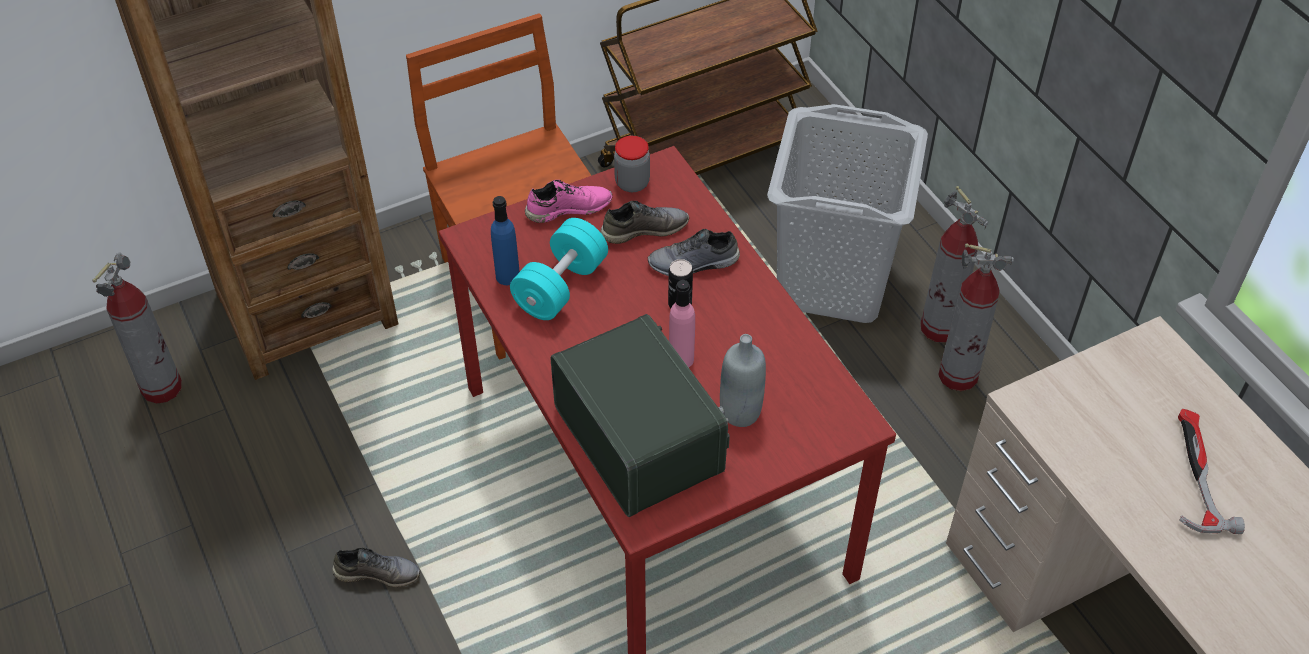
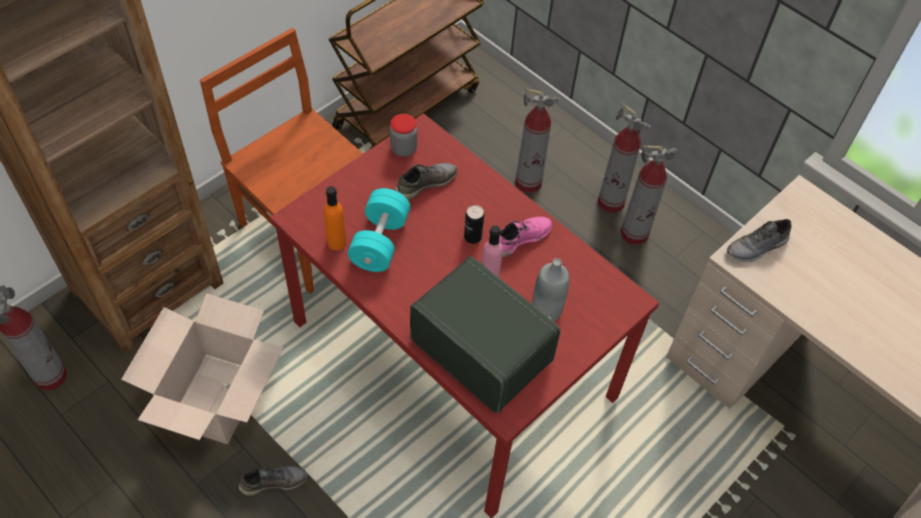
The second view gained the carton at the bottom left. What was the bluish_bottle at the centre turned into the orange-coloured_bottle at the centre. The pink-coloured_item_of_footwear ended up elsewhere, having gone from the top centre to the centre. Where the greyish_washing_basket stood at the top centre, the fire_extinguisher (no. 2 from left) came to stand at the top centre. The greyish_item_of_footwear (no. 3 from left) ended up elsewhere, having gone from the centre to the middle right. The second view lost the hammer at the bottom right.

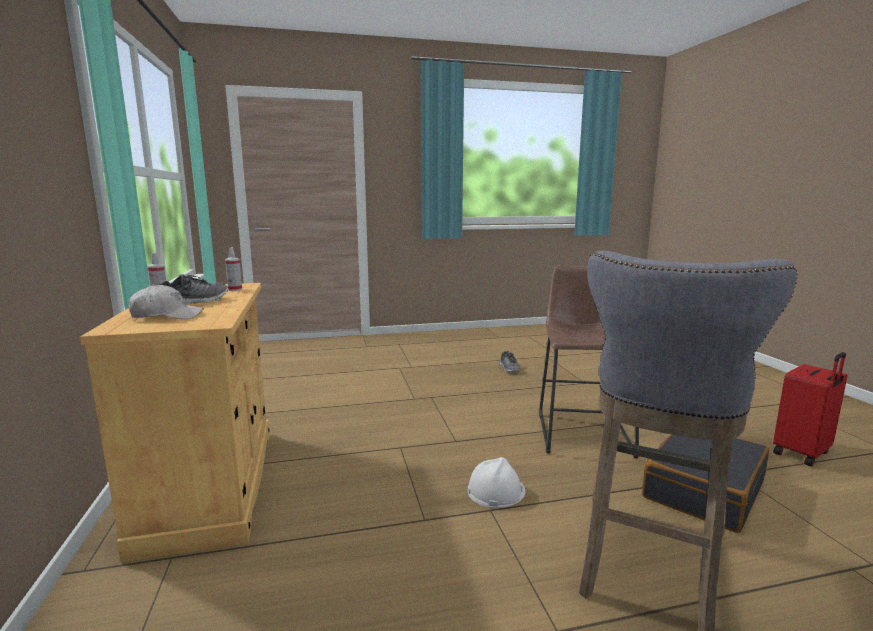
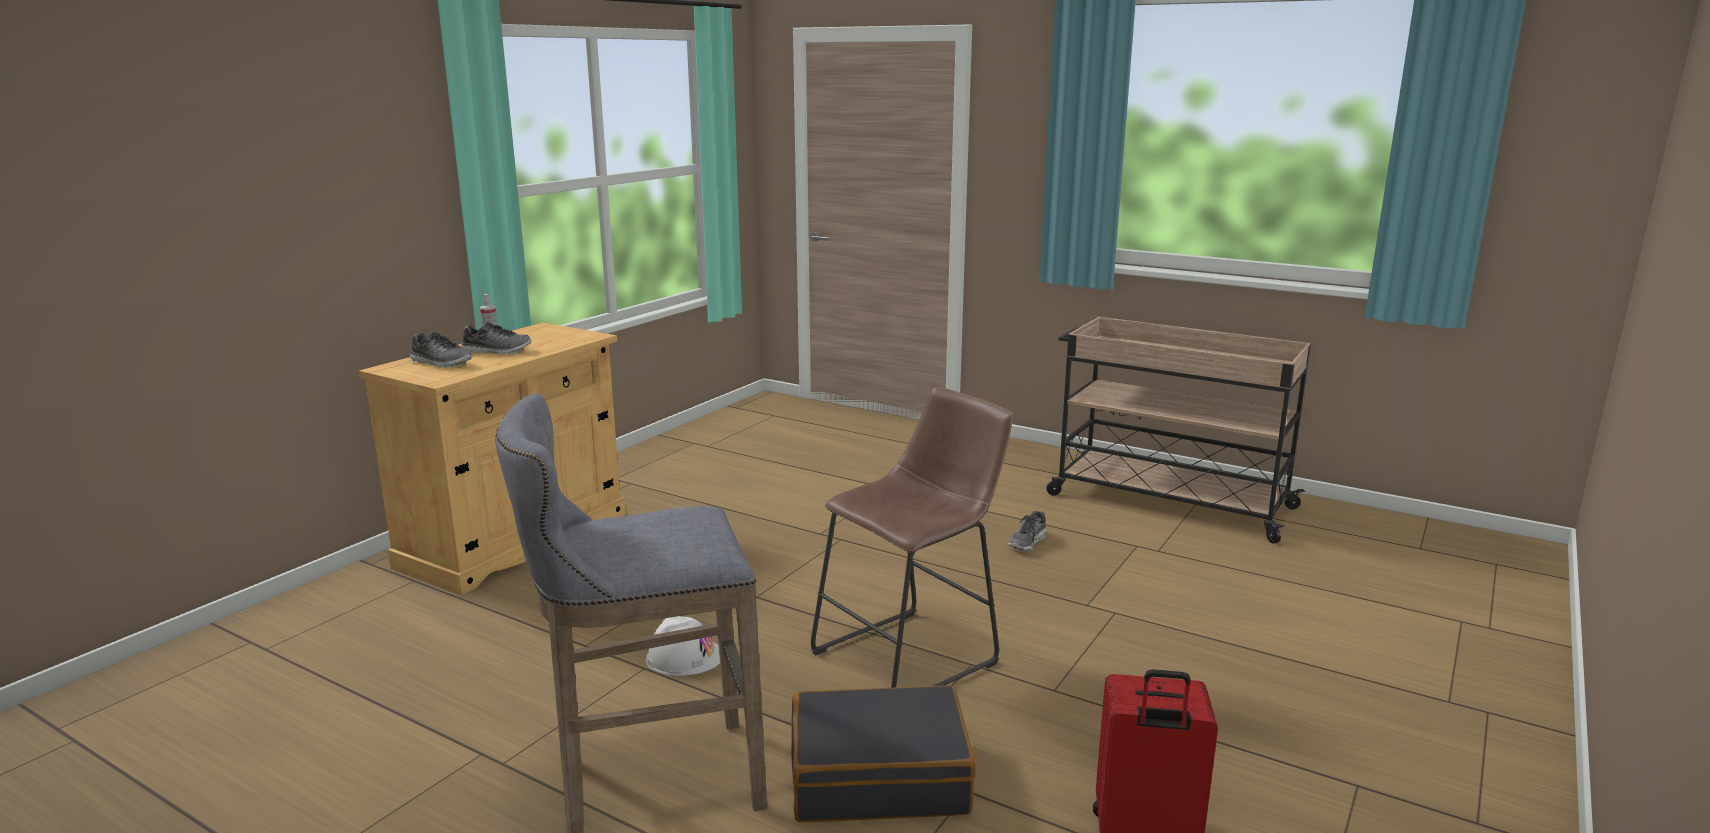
Where the white_cap stood at the middle left, the item_of_footwear (no. 1 from left) came to stand at the middle left. The second view gained the sand-coloured_trolley at the middle right. The second view lost the hand_sprayer (no. 2 from left) at the middle left.

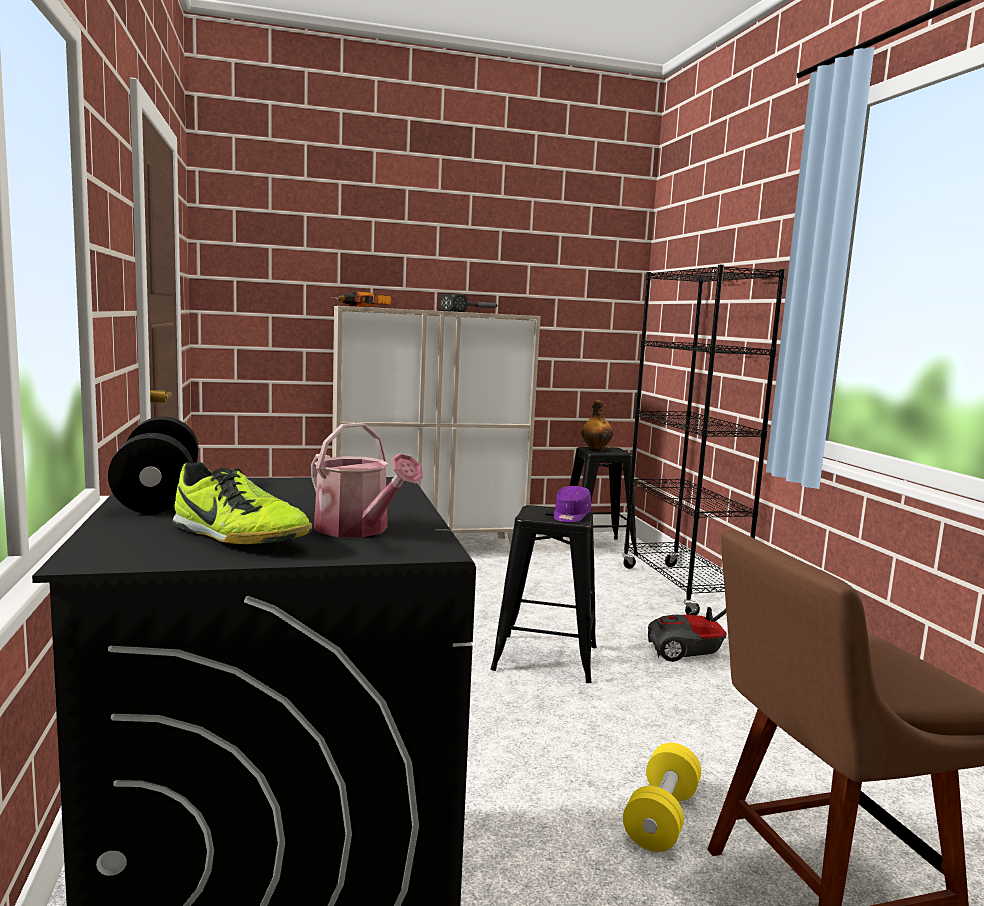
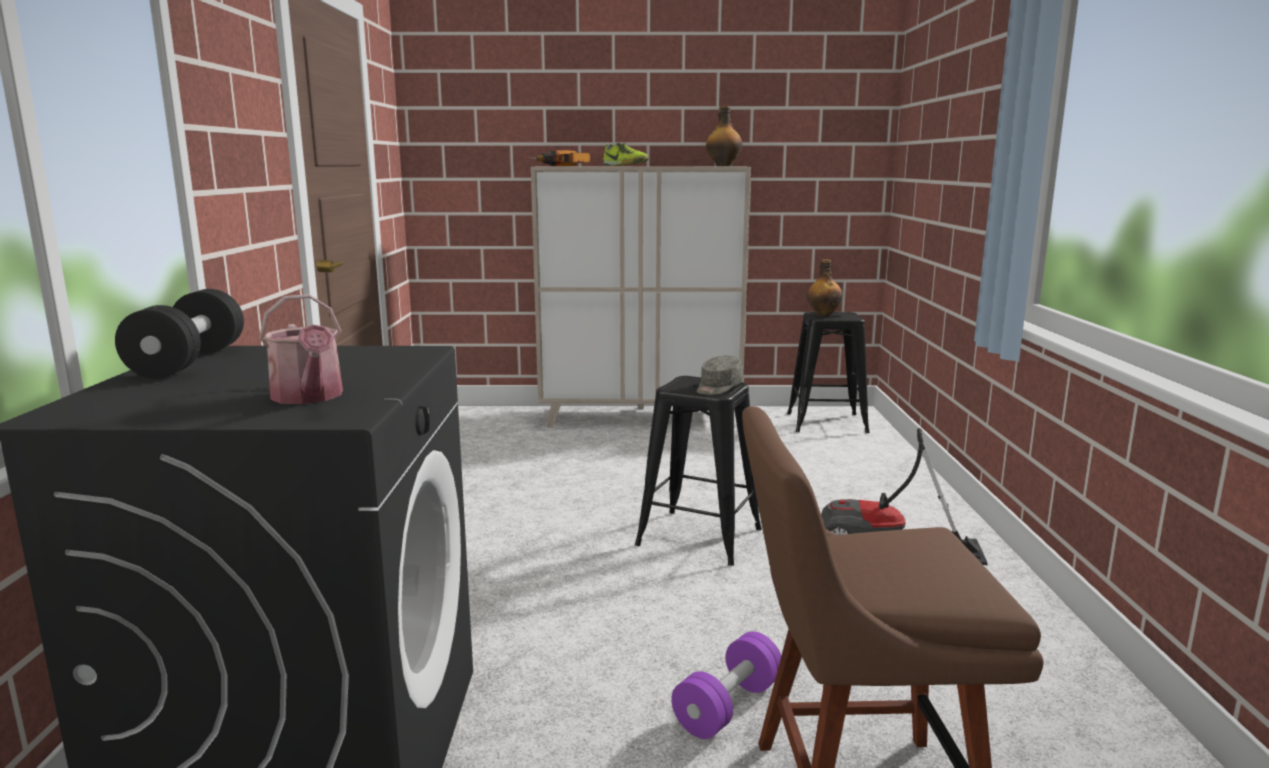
The item_of_footwear ended up elsewhere, having gone from the middle left to the top centre. What was the yellowish_free_weight at the bottom right turned into the purple-coloured_free_weight at the bottom centre. What was the purple-coloured_cap at the centre turned into the greyish_cap at the centre. The second view gained the bottle (no. 1 from left) at the top centre. The second view lost the hammer at the centre. The second view lost the black-coloured_shelving_unit at the middle right.

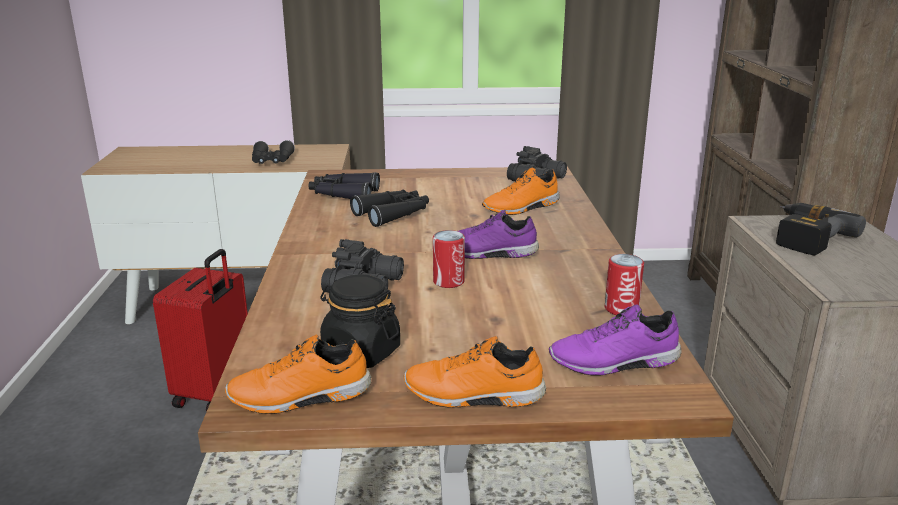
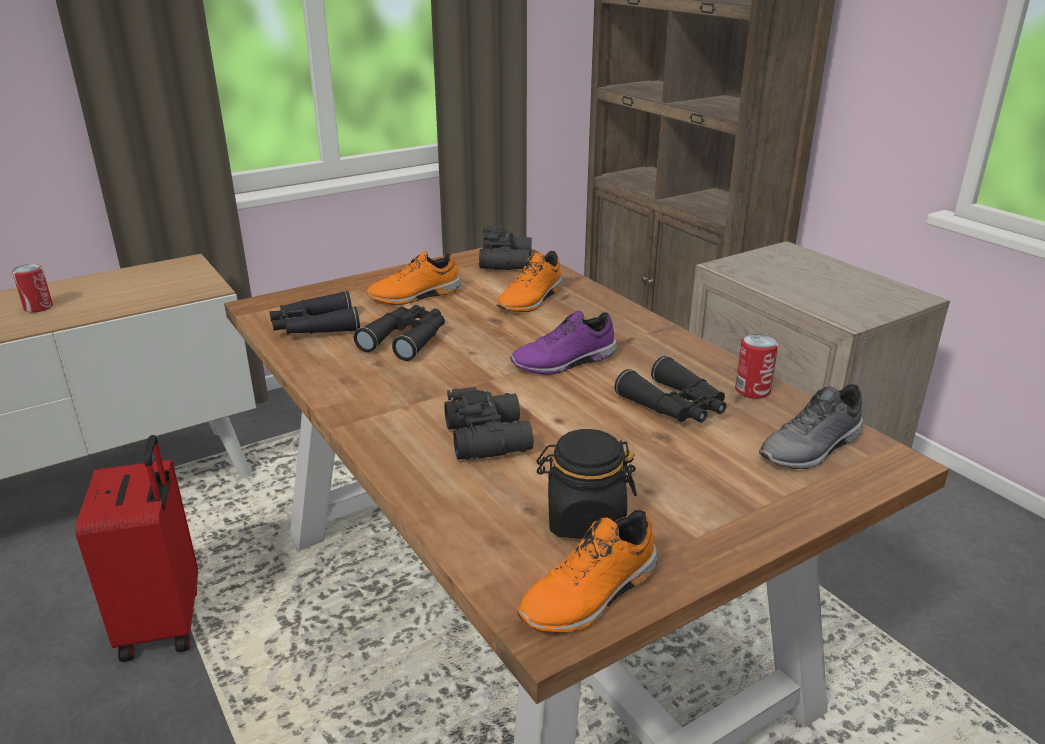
The can (no. 1 from left) ended up elsewhere, having gone from the centre to the middle left. The orange-coloured_item_of_footwear (no. 2 from left in the first image) ended up elsewhere, having gone from the bottom centre to the centre. The black-coloured_pair_of_binoculars (no. 1 from left in the first image) ended up elsewhere, having gone from the top left to the centre. What was the purple-coloured_item_of_footwear (no. 2 from left) at the bottom right turned into the greyish_item_of_footwear at the middle right. The second view lost the power_drill at the middle right.

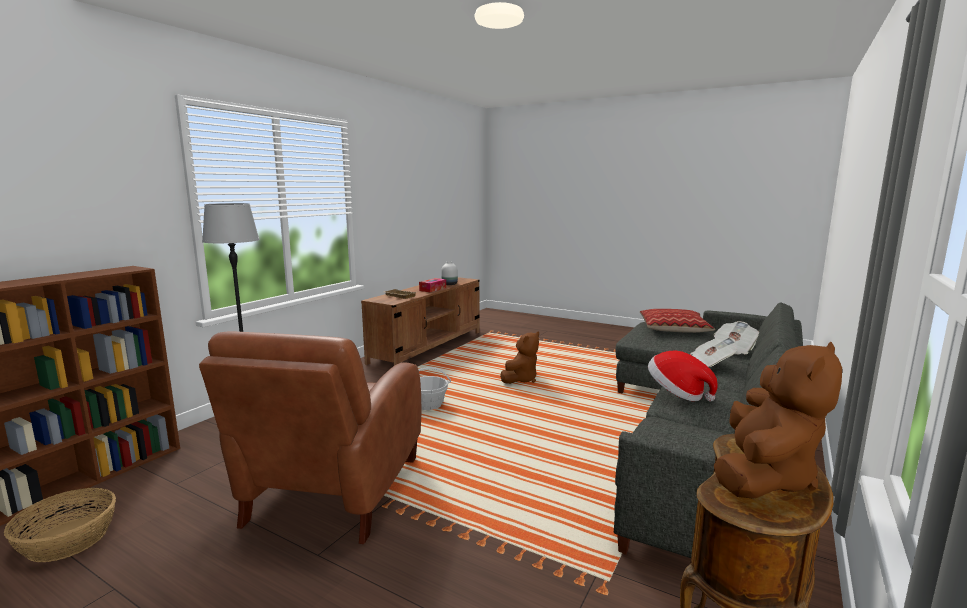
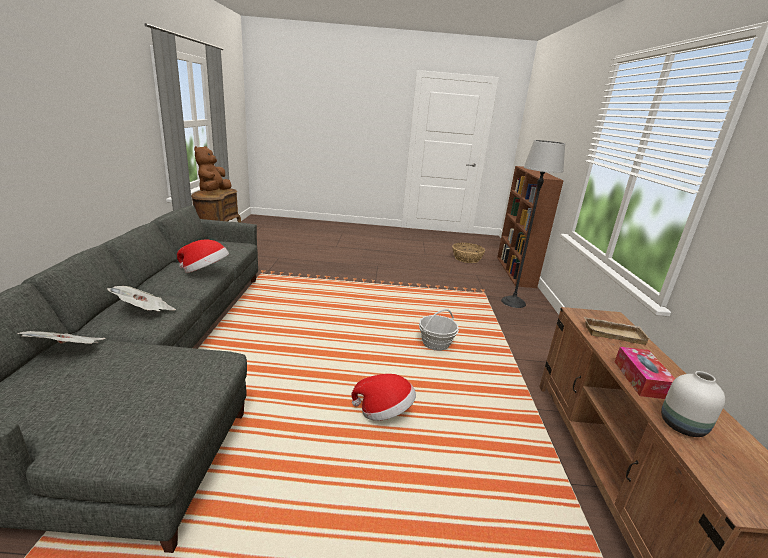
Where the brown_soft_toy (no. 1 from left) stood at the centre, the wearable_hat (no. 2 from left) came to stand at the bottom centre. The second view lost the brown_easy_chair at the bottom left. The second view lost the pillow at the middle right.

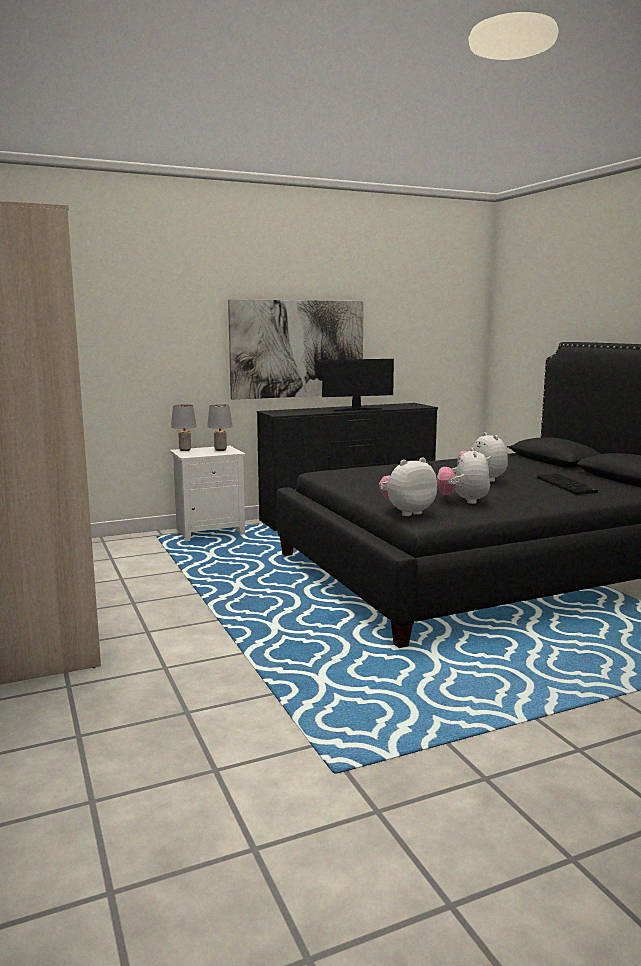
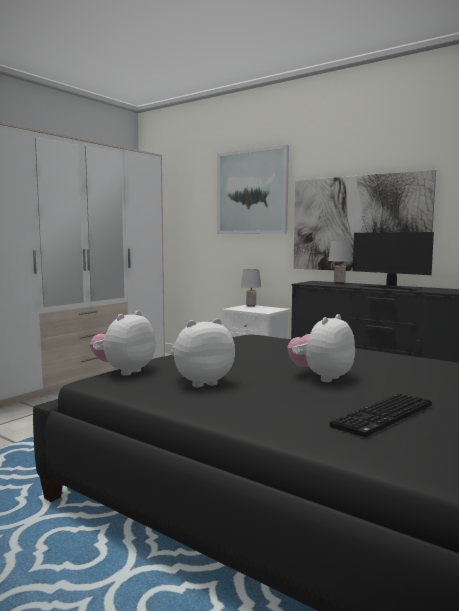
The soft_toy (no. 1 from left) at the centre ended up facing another way, 90 degrees counterclockwise from before. The second view gained the wall_art (no. 1 from left) at the top centre. The greyish_tabletop_lamp (no. 2 from left) ended up elsewhere, having gone from the centre to the middle right.

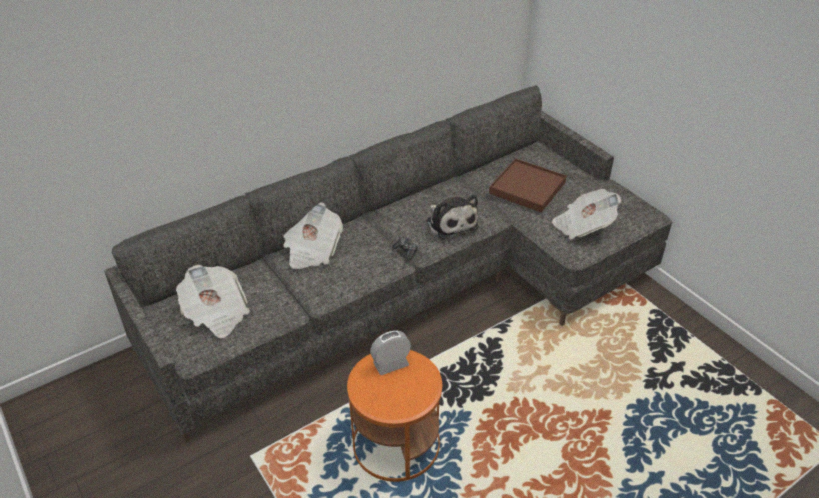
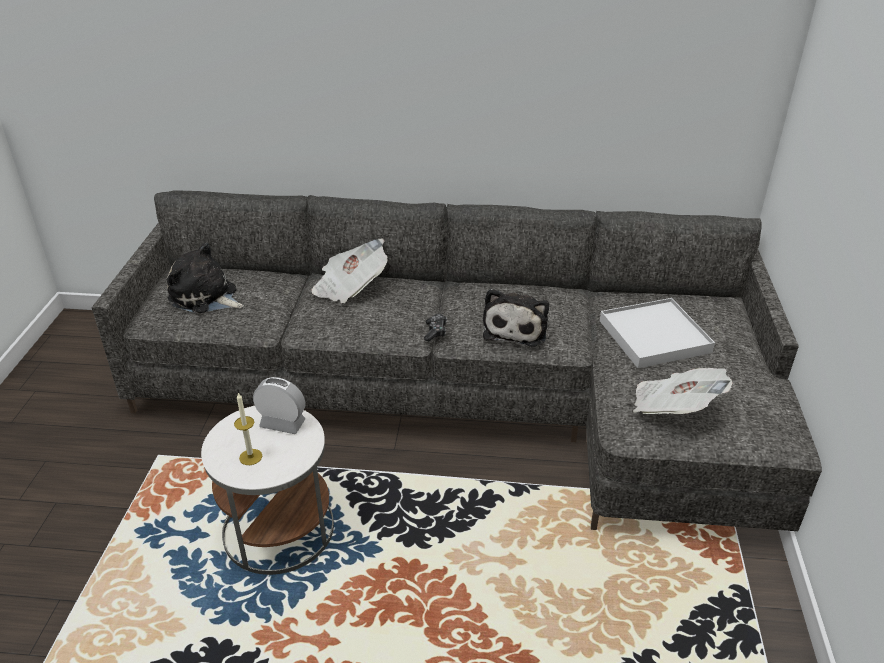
Where the newspaper (no. 1 from left) stood at the middle left, the soft_toy (no. 1 from left) came to stand at the middle left. What was the orange-coloured_side_table at the bottom centre turned into the white_side_table at the bottom left. The second view gained the wax_candle at the middle left. What was the brown_tray at the centre turned into the white_tray at the middle right.

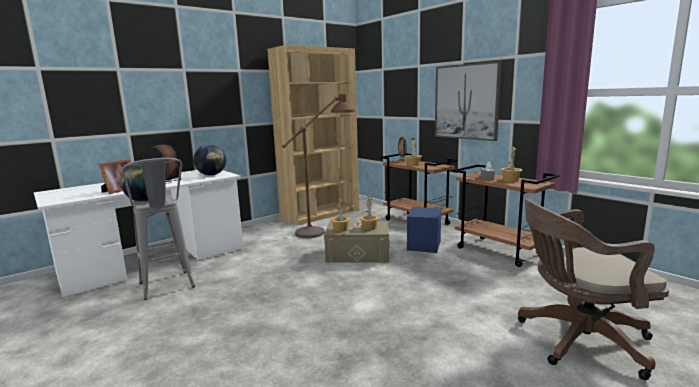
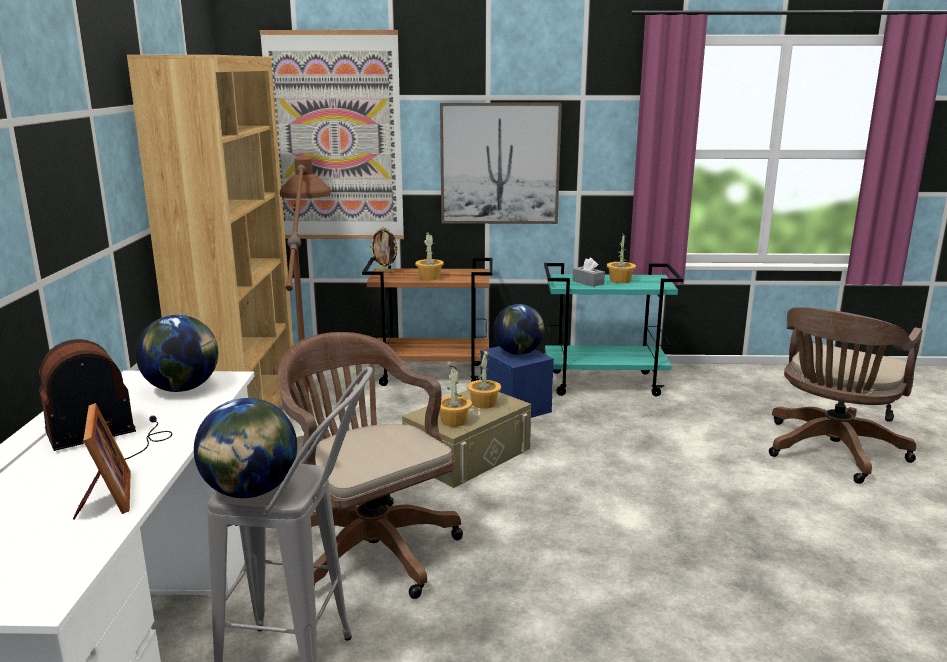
The second view gained the wall_art (no. 1 from left) at the top centre. The second view gained the brown_office_chair (no. 1 from left) at the bottom centre. The second view gained the desk_globe (no. 3 from left) at the centre. What was the brown_trolley (no. 2 from left) at the middle right turned into the turquoise-coloured_trolley at the centre.

